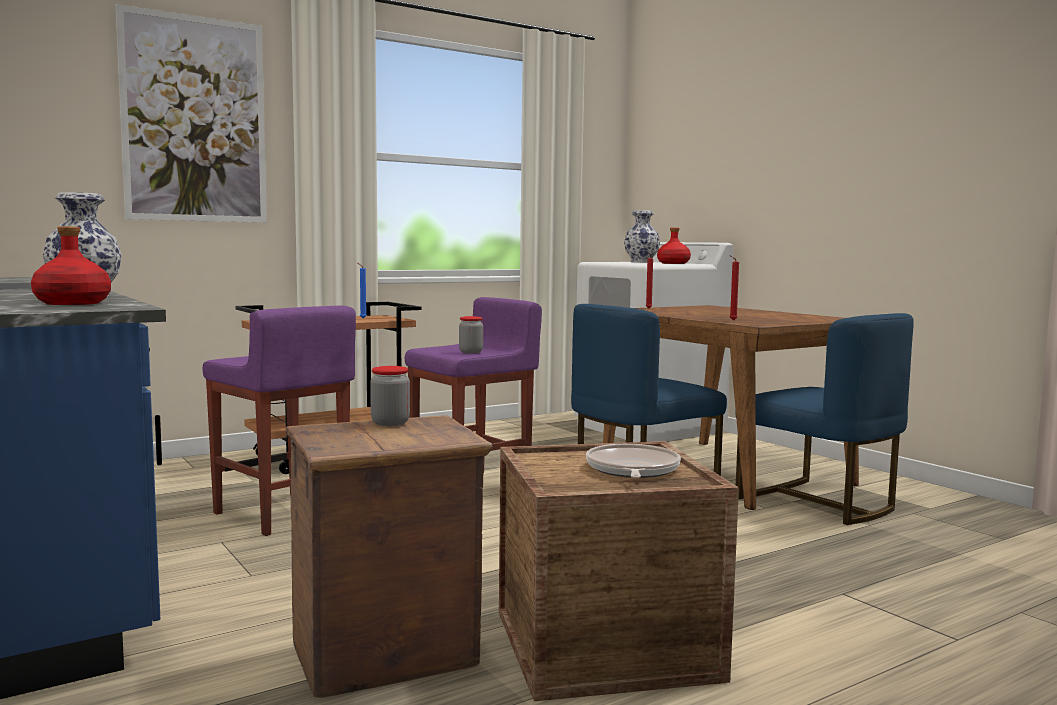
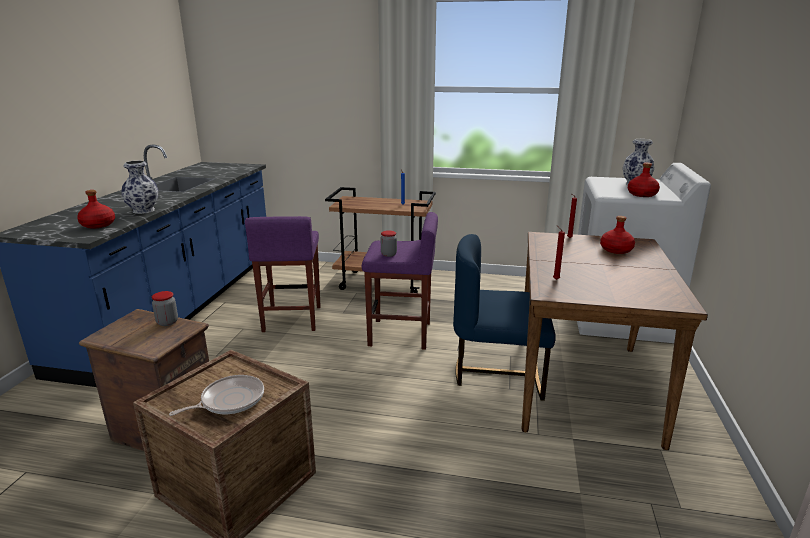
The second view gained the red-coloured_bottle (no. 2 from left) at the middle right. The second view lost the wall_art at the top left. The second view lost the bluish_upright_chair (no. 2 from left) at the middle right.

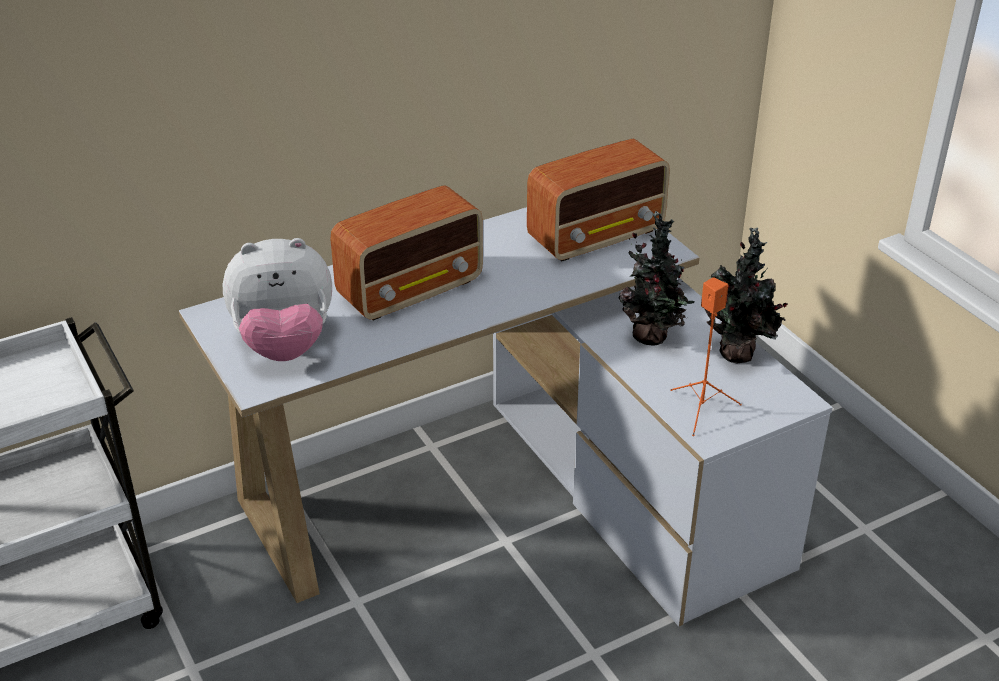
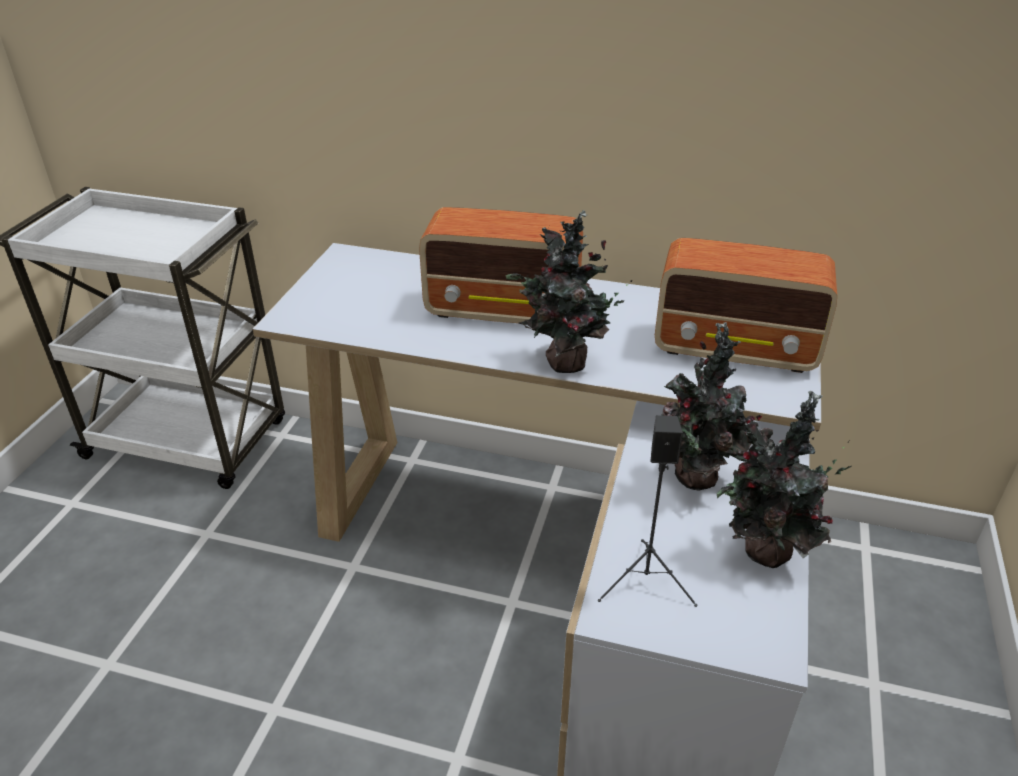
The second view gained the houseplant (no. 1 from left) at the centre. What was the orange-coloured_loudspeaker at the middle right turned into the black-coloured_loudspeaker at the centre. The second view lost the soft_toy at the middle left.

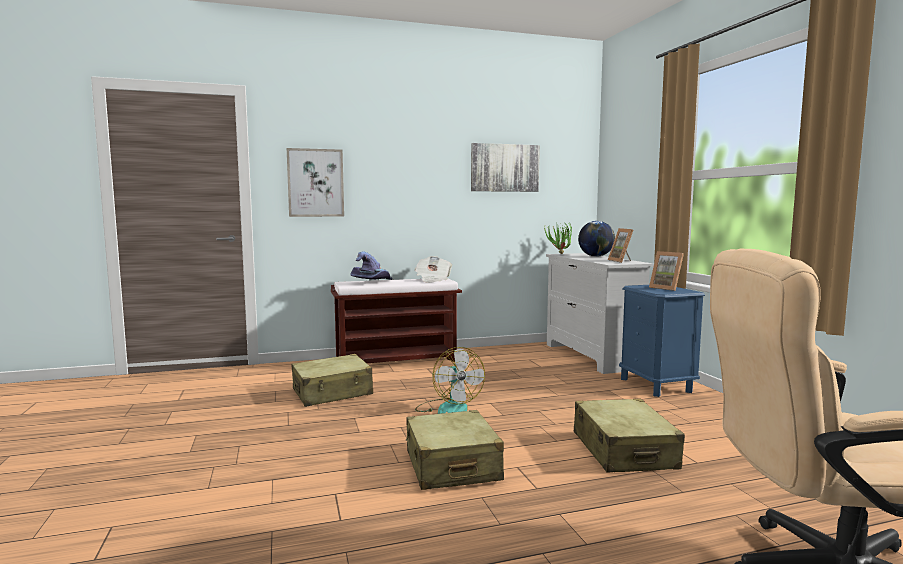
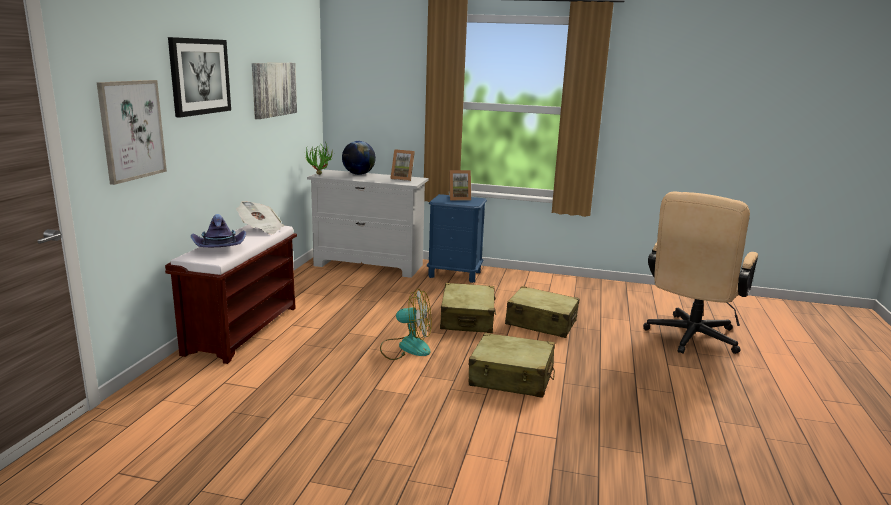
The second view gained the wall_art (no. 2 from left) at the top left. The sand-coloured_piece_of_luggage (no. 1 from left) ended up elsewhere, having gone from the bottom centre to the centre.

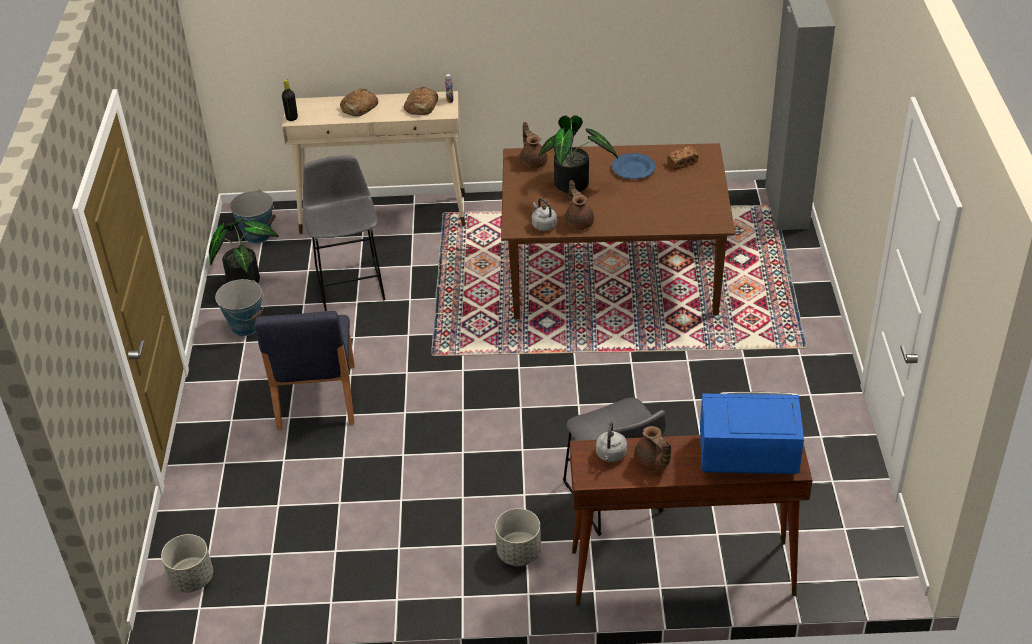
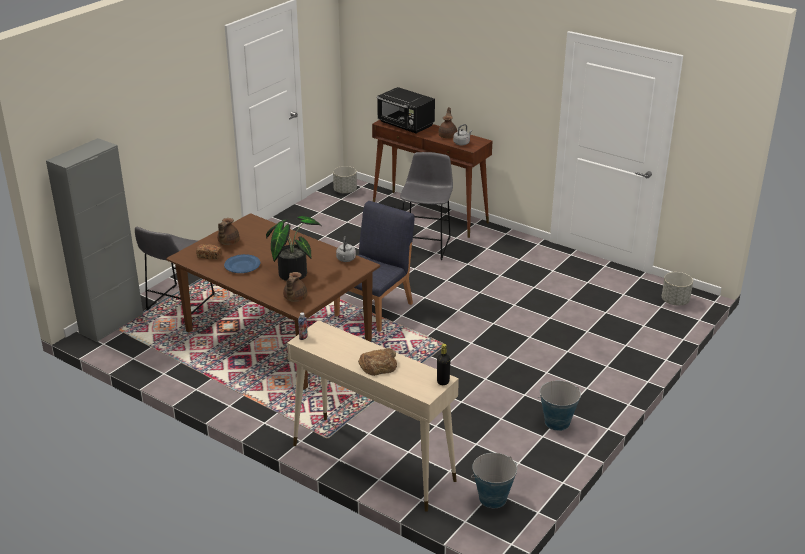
The greyish_sitting_stool (no. 1 from left) ended up elsewhere, having gone from the centre to the middle left. The brown_pot_for_tea (no. 2 from left in the first image) ended up elsewhere, having gone from the top centre to the middle left. The greyish_plant_pot (no. 2 from left in the first image) ended up elsewhere, having gone from the bottom centre to the top centre. The bluish_upright_chair ended up elsewhere, having gone from the middle left to the centre. What was the bluish_microwave_oven at the bottom right turned into the black-coloured_microwave_oven at the top centre. The second view lost the houseplant (no. 1 from left) at the middle left. The second view lost the baked_bread (no. 2 from left) at the top centre.

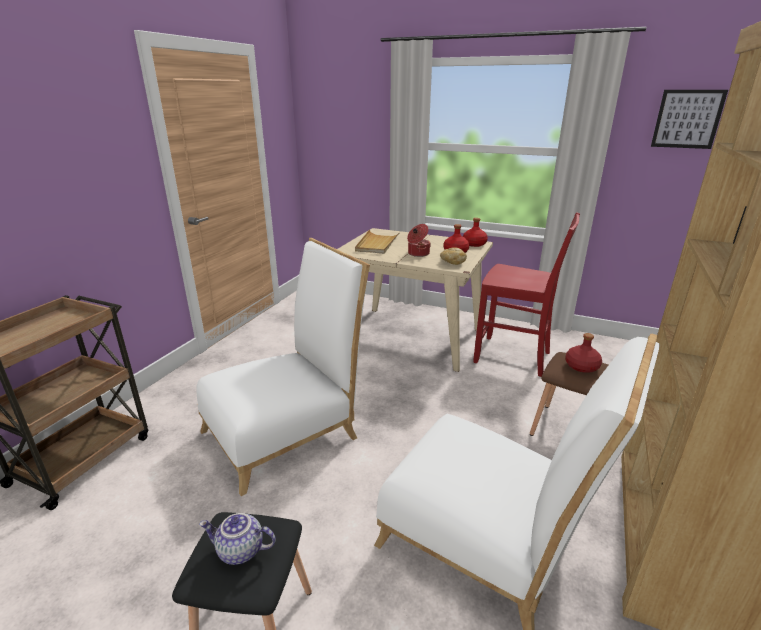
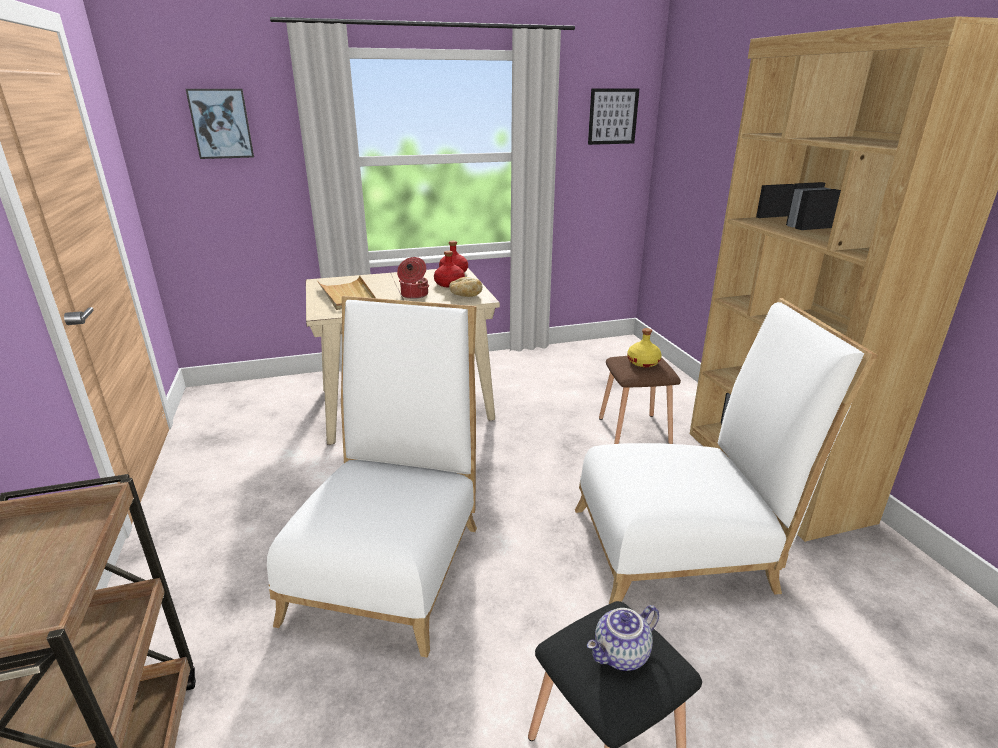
The second view gained the wall_art (no. 1 from left) at the top left. What was the red-coloured_bottle (no. 3 from left) at the middle right turned into the yellowish_bottle at the centre. The second view lost the red-coloured_upright_chair at the middle right.

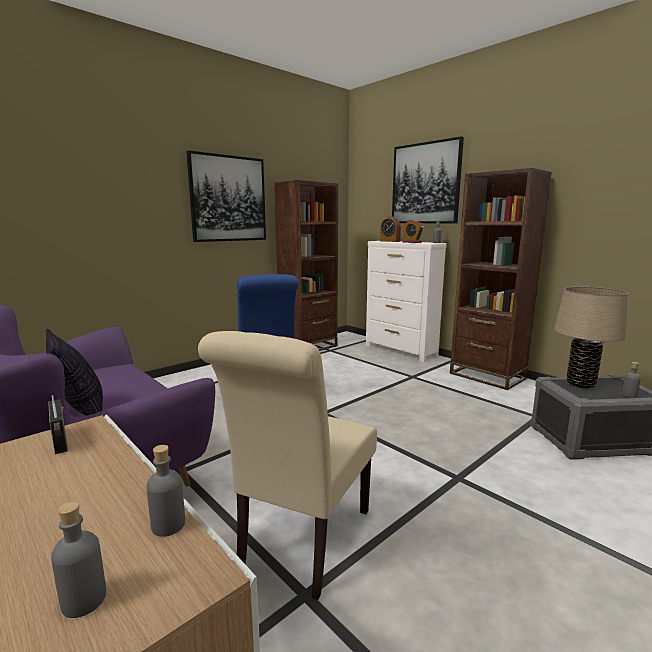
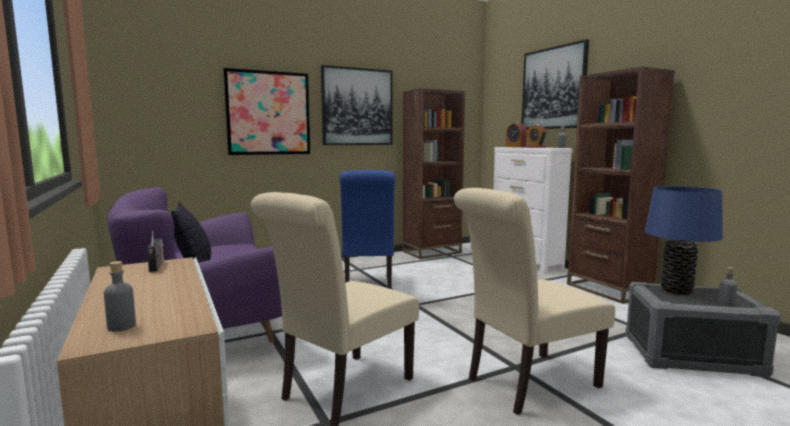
The second view gained the wall_art (no. 1 from left) at the top centre. The second view gained the sand-coloured_upright_chair (no. 2 from left) at the bottom right. What was the sand-coloured_tabletop_lamp at the middle right turned into the bluish_tabletop_lamp at the middle right. The second view lost the greyish_bottle (no. 2 from left) at the bottom left.

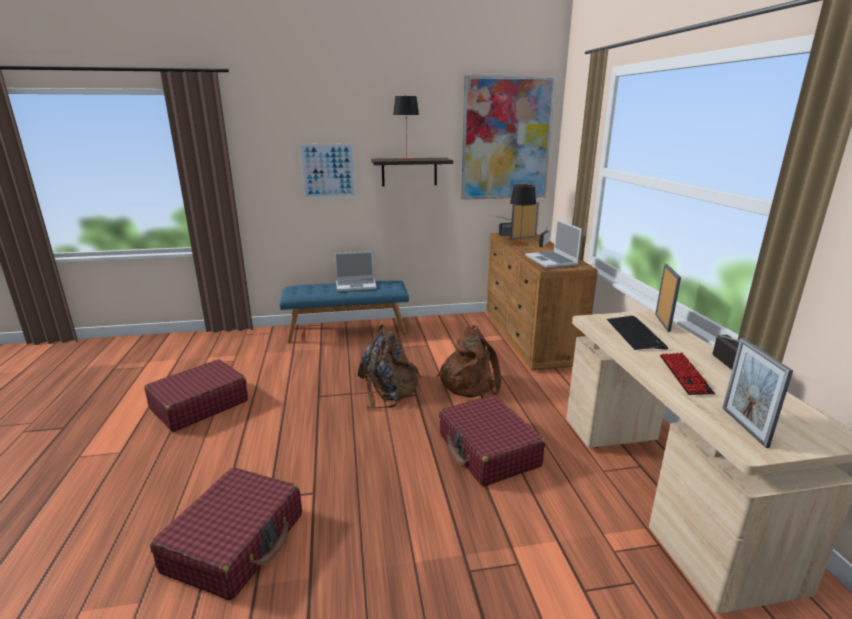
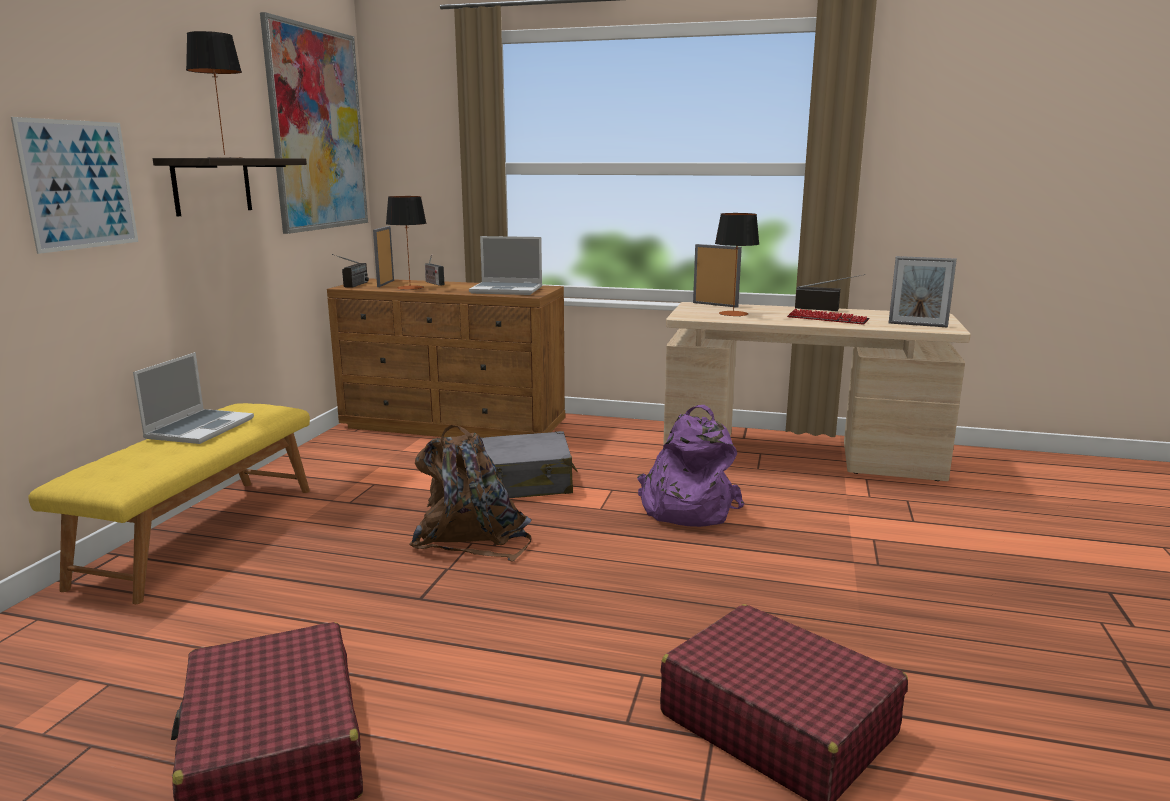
What was the bluish_long_seat at the centre turned into the yellowish_long_seat at the middle left. Where the brown_knapsack (no. 2 from left) stood at the centre, the greyish_piece_of_luggage came to stand at the centre. Where the red-coloured_piece_of_luggage (no. 3 from left) stood at the bottom centre, the purple-coloured_knapsack came to stand at the centre. Where the keyboard (no. 1 from left) stood at the middle right, the tabletop_lamp (no. 3 from left) came to stand at the top centre.

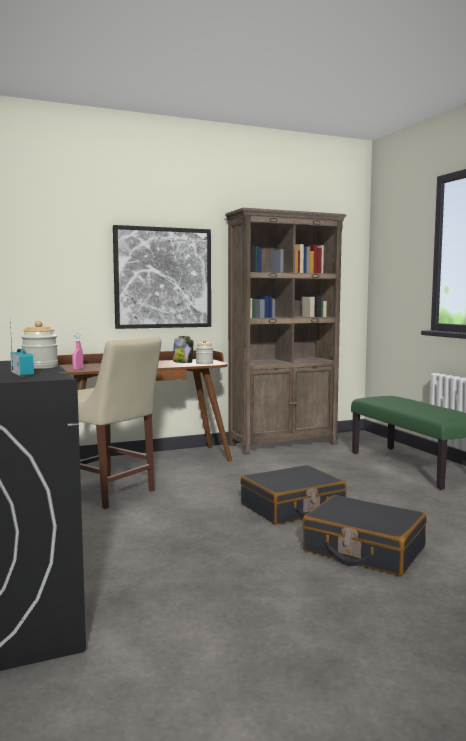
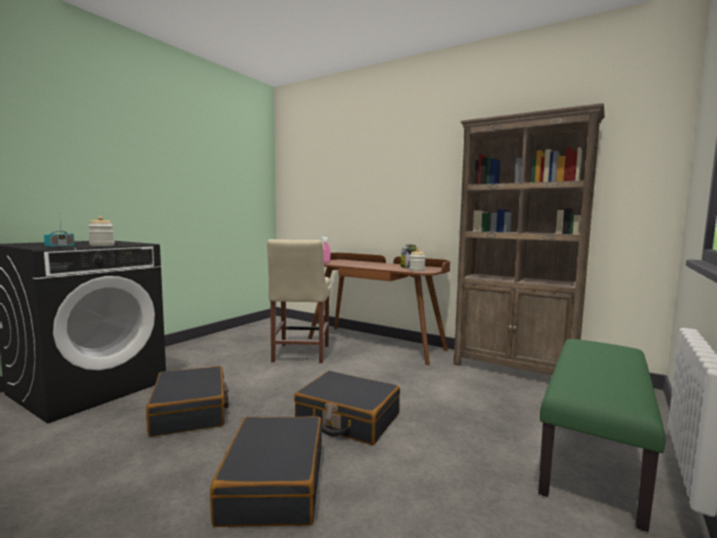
The second view gained the black-coloured_piece_of_luggage (no. 1 from left) at the bottom left. The second view lost the wall_art at the centre.

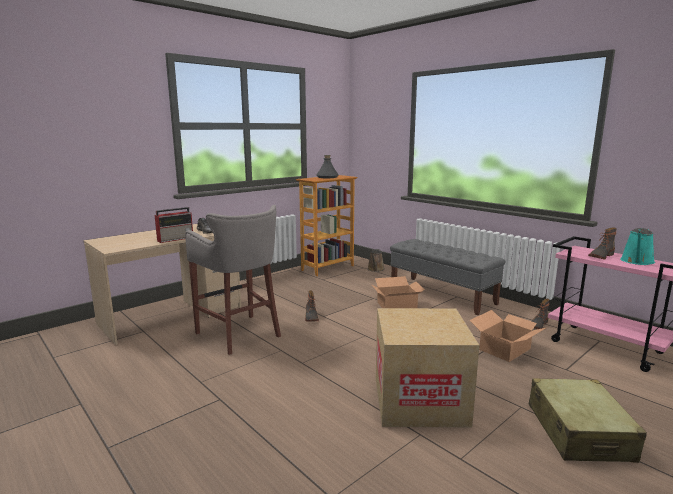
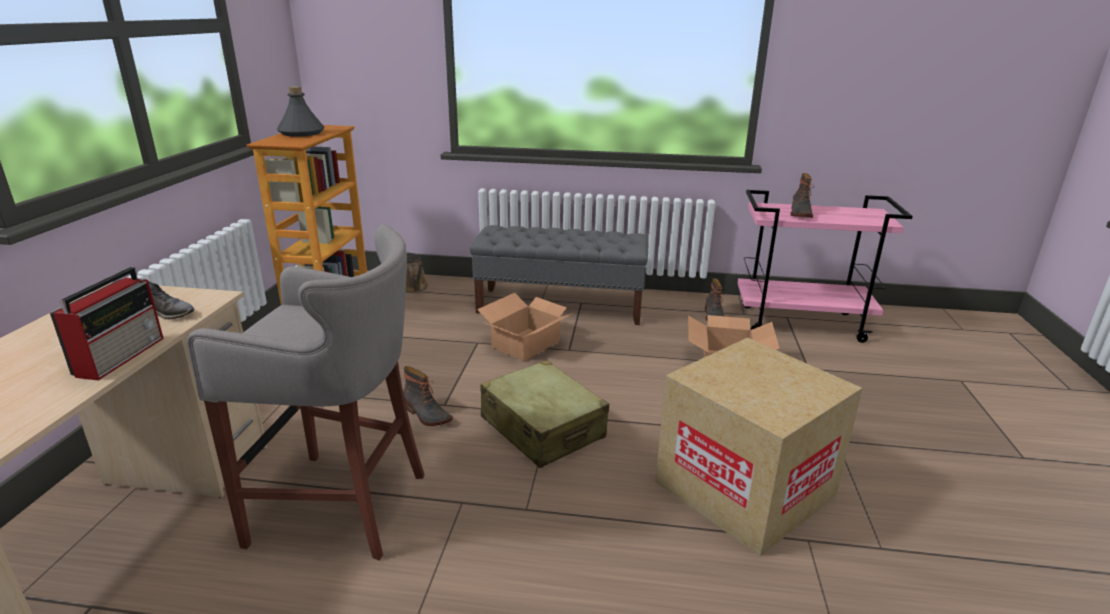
The sand-coloured_piece_of_luggage ended up elsewhere, having gone from the bottom right to the bottom centre. The second view lost the turquoise-coloured_watering_can at the middle right.

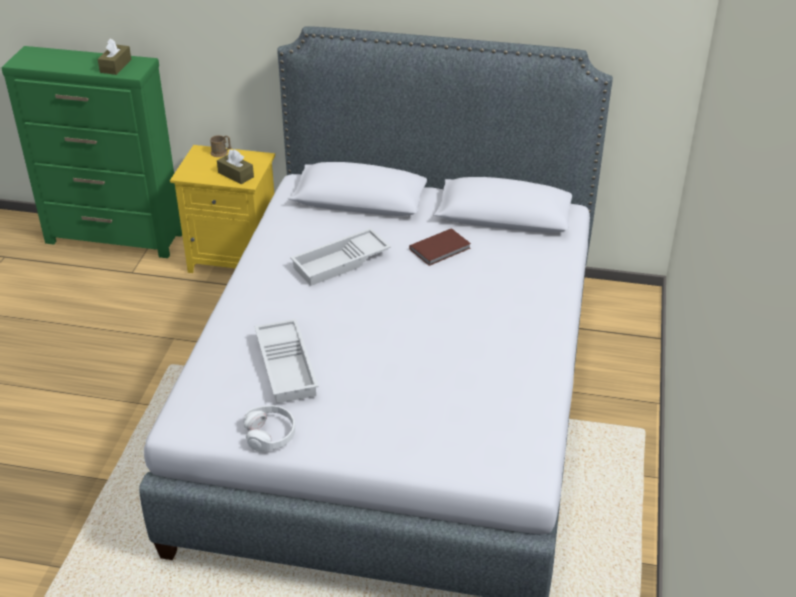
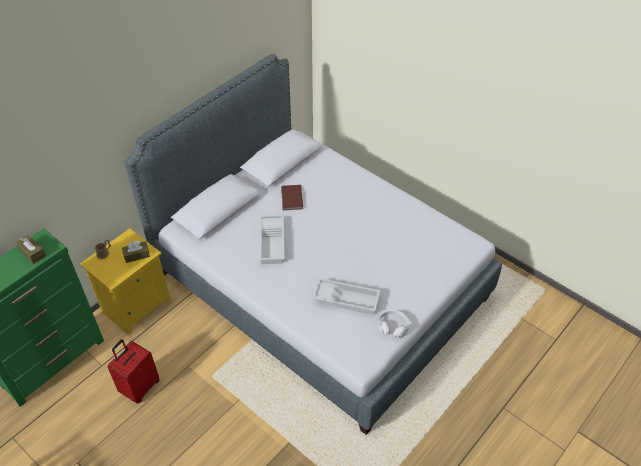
The second view gained the red-coloured_piece_of_luggage at the bottom left.

